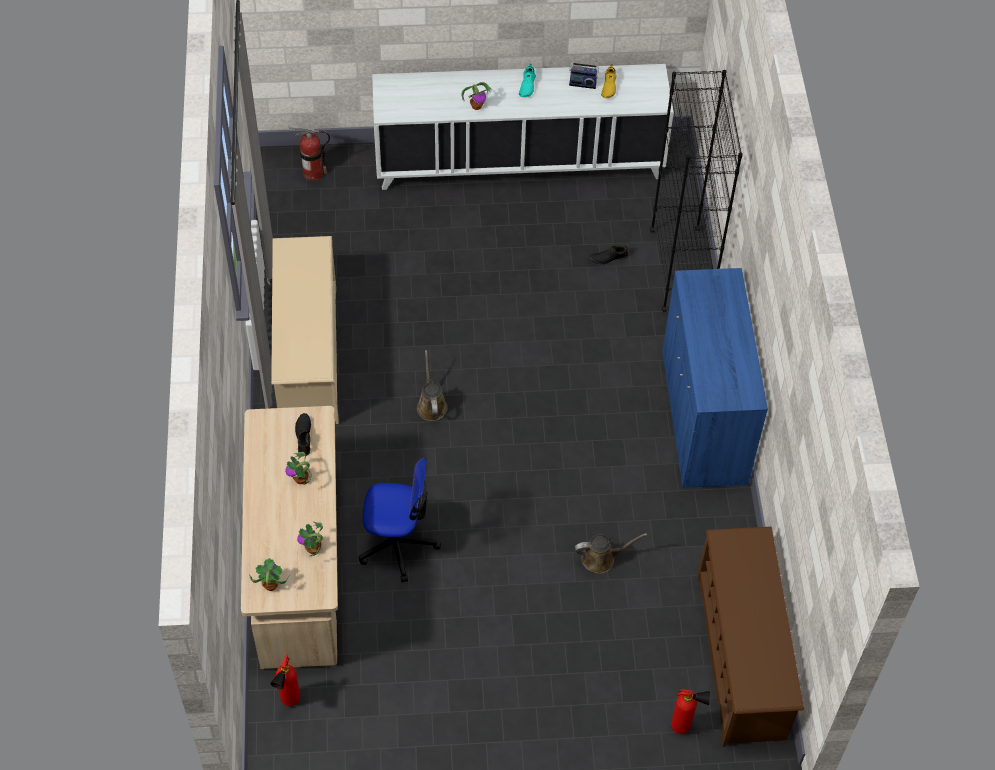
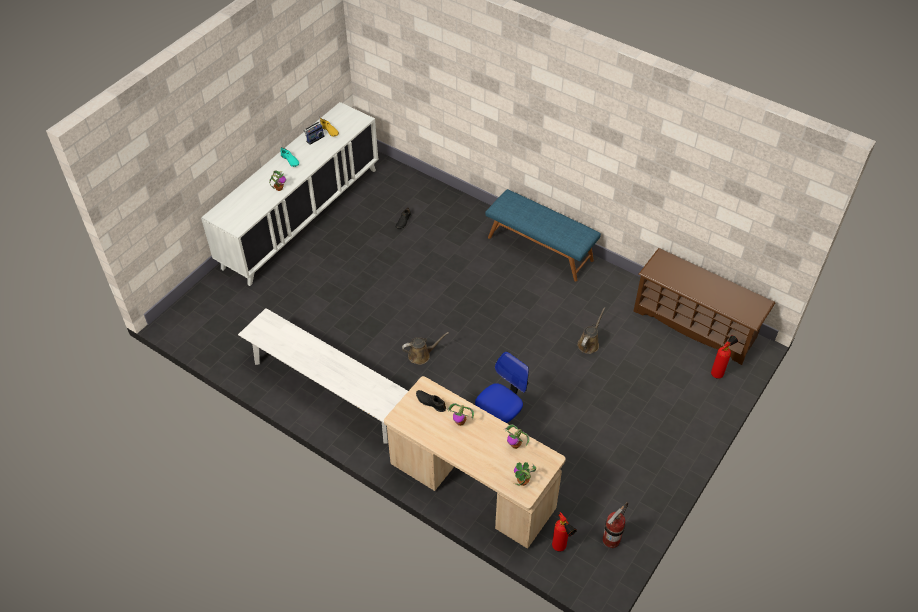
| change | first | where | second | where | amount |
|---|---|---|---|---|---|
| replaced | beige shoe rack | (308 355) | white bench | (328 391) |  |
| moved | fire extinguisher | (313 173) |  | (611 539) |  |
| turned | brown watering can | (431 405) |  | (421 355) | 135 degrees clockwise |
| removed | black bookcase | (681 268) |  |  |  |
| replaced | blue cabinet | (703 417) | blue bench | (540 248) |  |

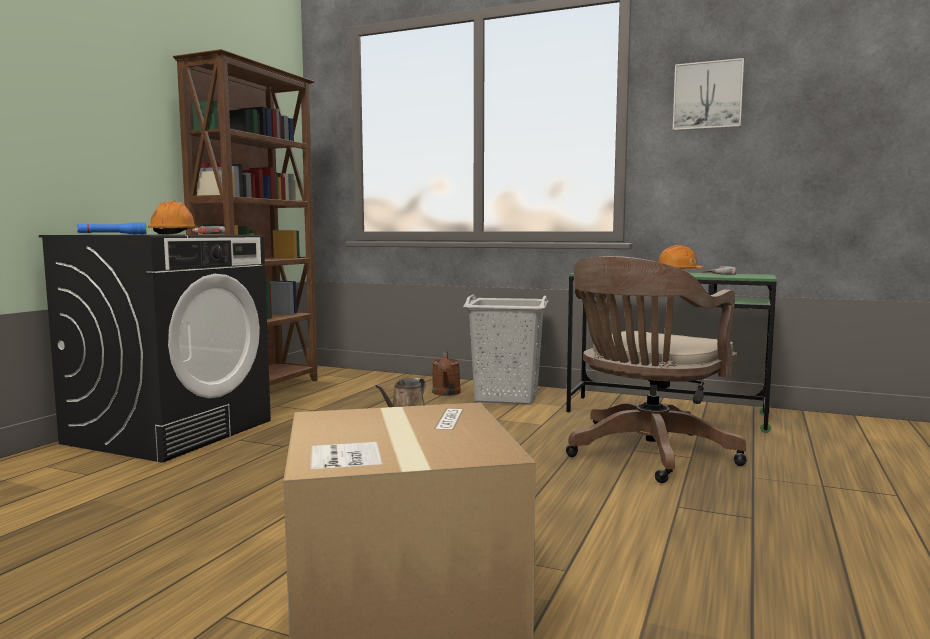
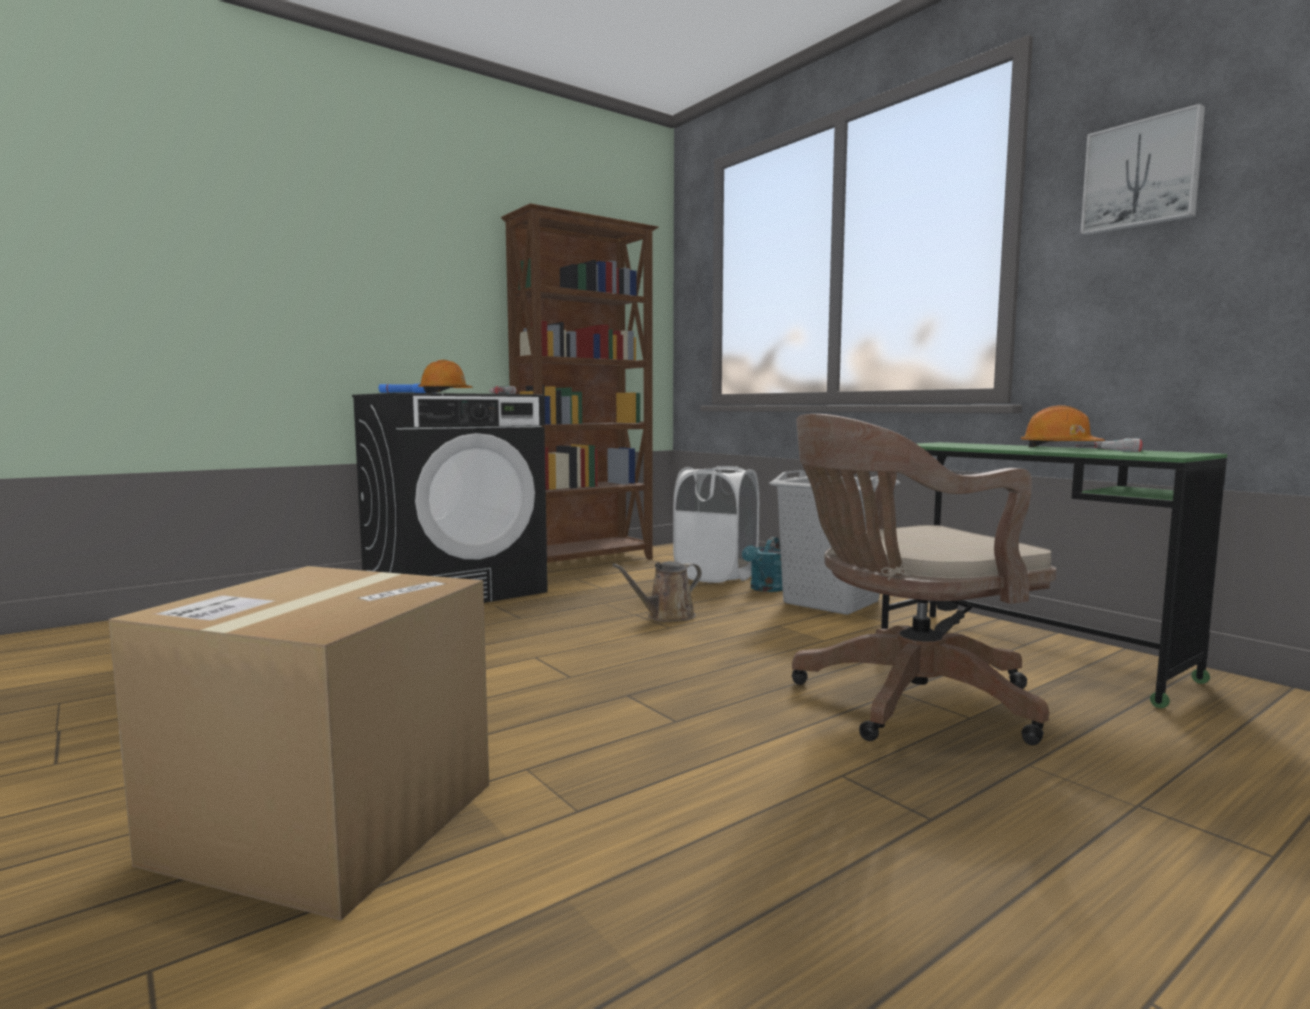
| change | first | where | second | where | amount |
|---|---|---|---|---|---|
| recoloured | brown watering can | (446 393) | turquoise watering can | (765 589) |  |
| added |  |  | white laundry basket | (716 575) |  |

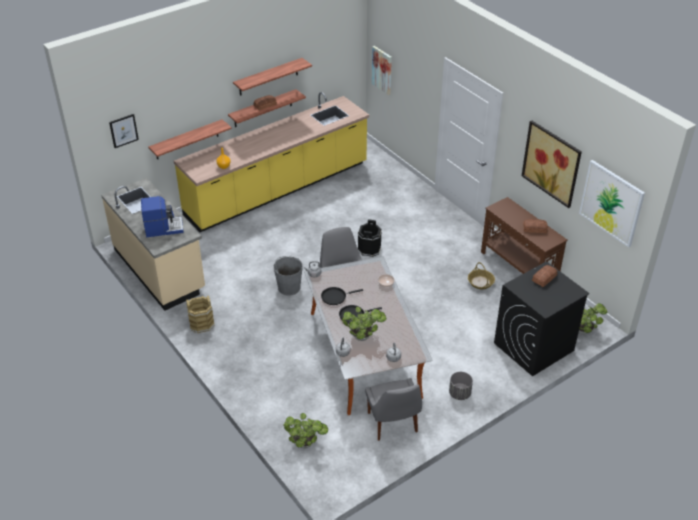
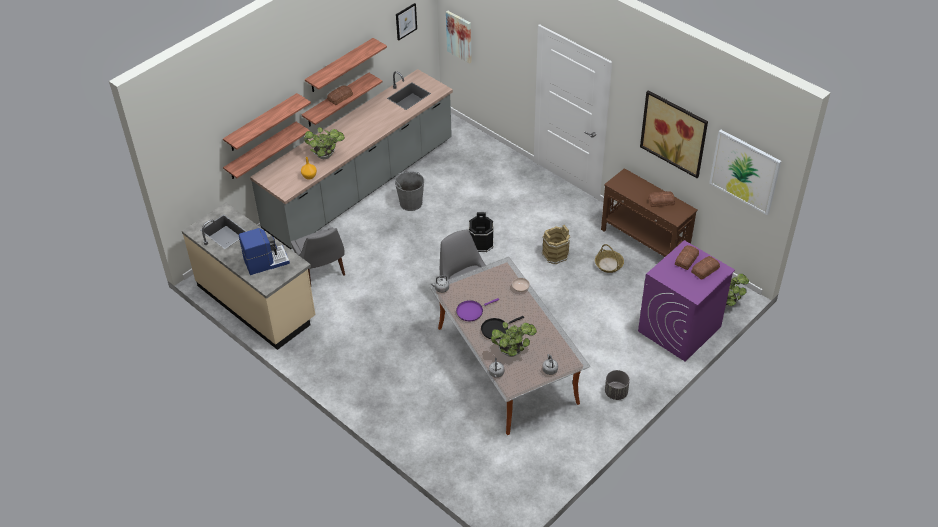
| change | first | where | second | where | amount |
|---|---|---|---|---|---|
| moved | picture | (123 130) |  | (406 21) |  |
| recoloured | yellow counter | (278 189) | grey counter | (361 186) |  |
| moved | brown bucket | (201 324) |  | (555 254) |  |
| moved | grey bucket | (289 287) |  | (410 203) |  |
| moved | potted plant | (306 443) |  | (326 155) |  |
| recoloured | black frying pan | (335 297) | purple frying pan | (471 311) |  |
| moved | grey chair | (393 424) |  | (322 271) |  |
| recoloured | black washing machine | (533 347) | purple washing machine | (679 329) |  |
| added |  |  | shelf | (262 123) |  |
| added |  |  | bread | (704 270) |  |

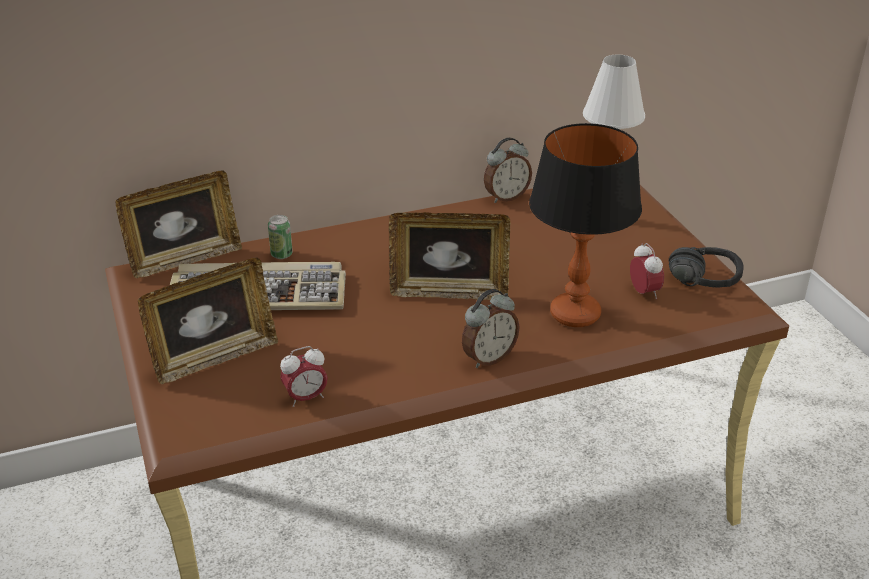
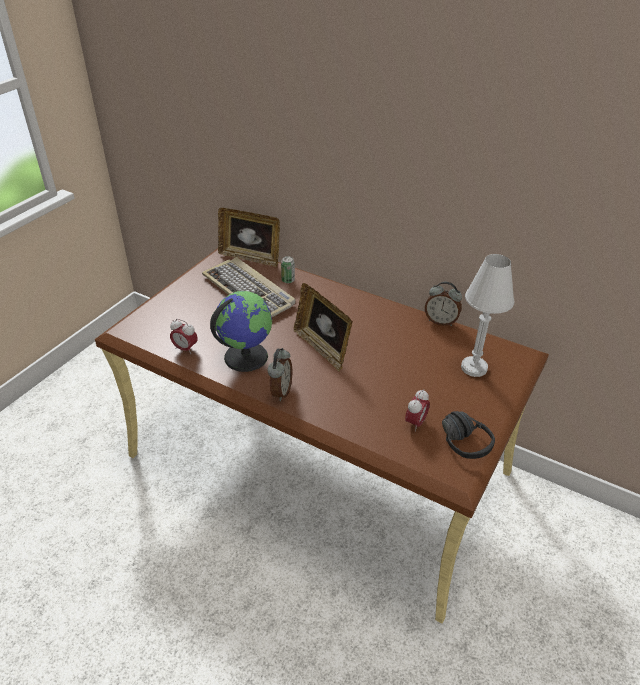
| change | first | where | second | where | amount |
|---|---|---|---|---|---|
| removed | picture frame | (214 357) |  |  |  |
| turned | alarm clock | (488 358) |  | (280 391) | 90 degrees counterclockwise |
| removed | table lamp | (575 314) |  |  |  |
| added |  |  | globe | (245 356) |  |

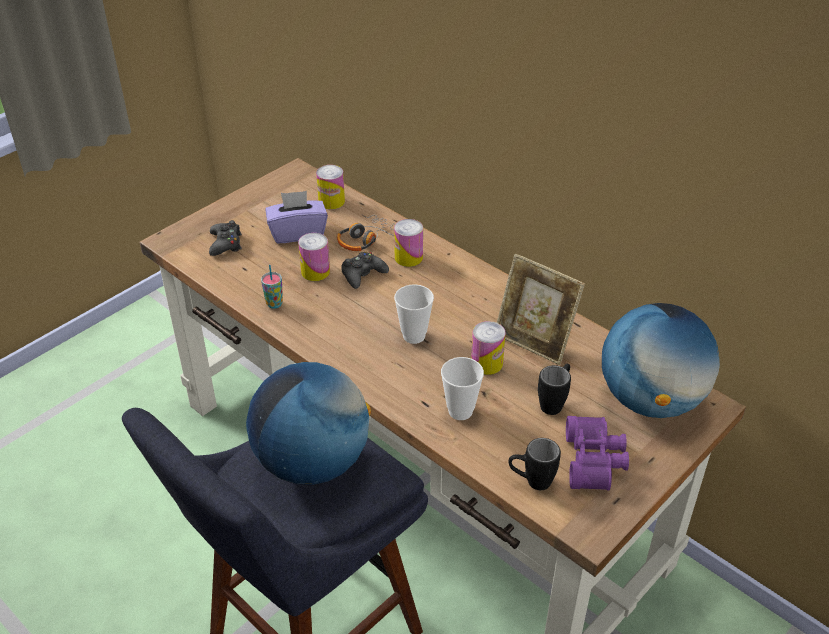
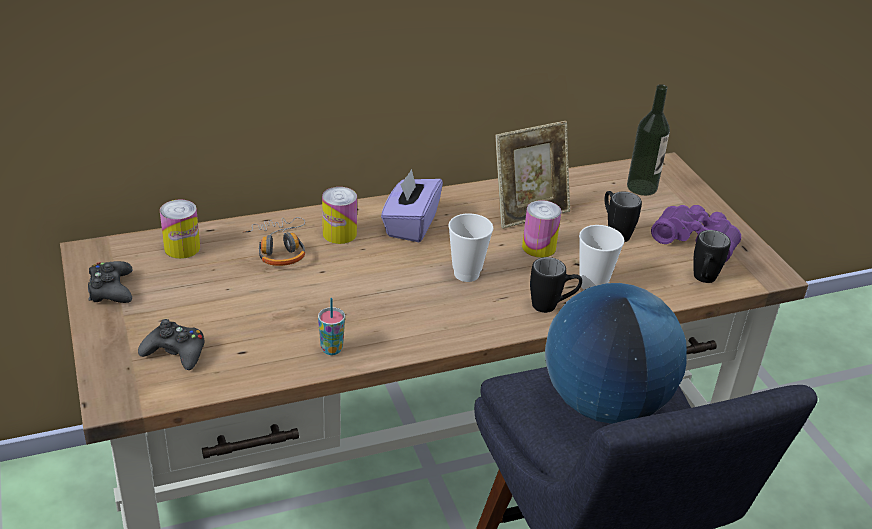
| change | first | where | second | where | amount |
|---|---|---|---|---|---|
| moved | purple tissue box | (297 233) |  | (410 225) |  |
| removed | can | (315 272) |  |  |  |
| moved | black game controller | (362 274) |  | (111 289) |  |
| replaced | globe | (650 400) | bottle | (642 187) |  |
| added |  |  | black mug | (552 306) |  |

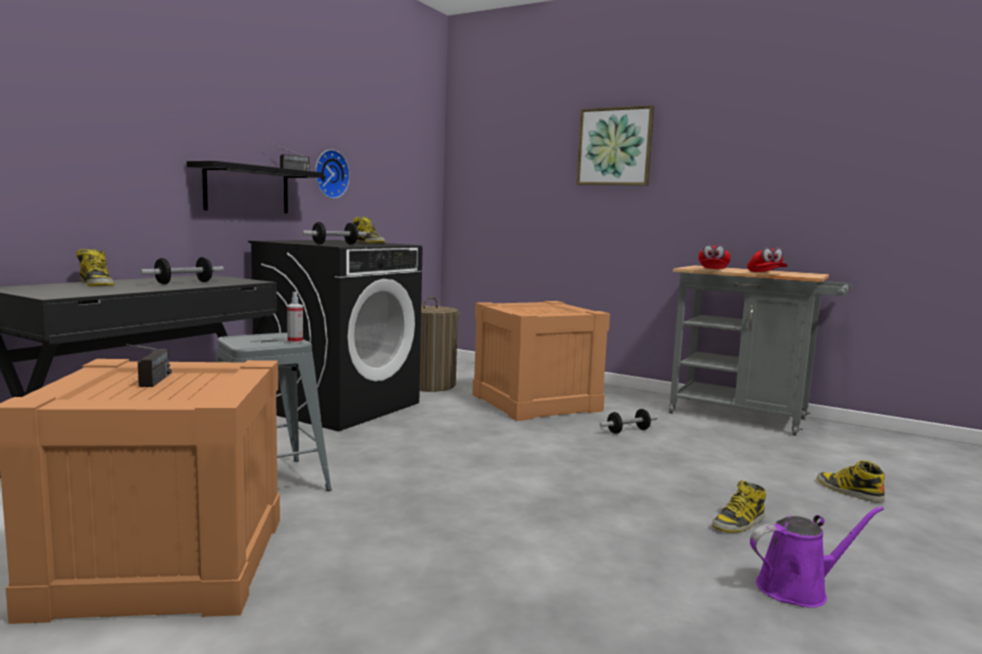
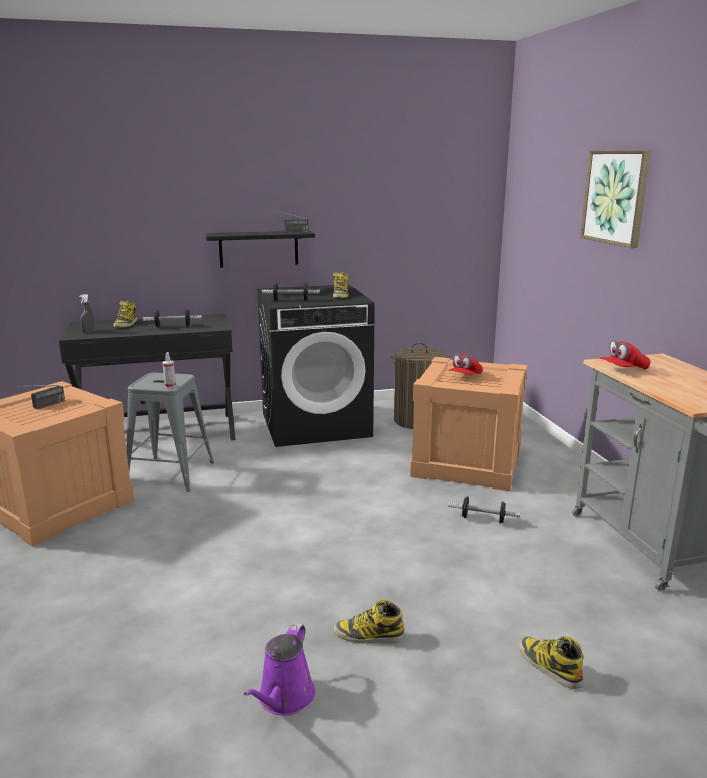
| change | first | where | second | where | amount |
|---|---|---|---|---|---|
| removed | wall clock | (329 174) |  |  |  |
| moved | red cap | (766 273) |  | (465 376) |  |
| turned | purple watering can | (798 588) |  | (284 699) | 75 degrees clockwise |
| turned | boot | (848 491) |  | (549 666) | 45 degrees counterclockwise |
| added |  |  | grey spray bottle | (88 331) |  |

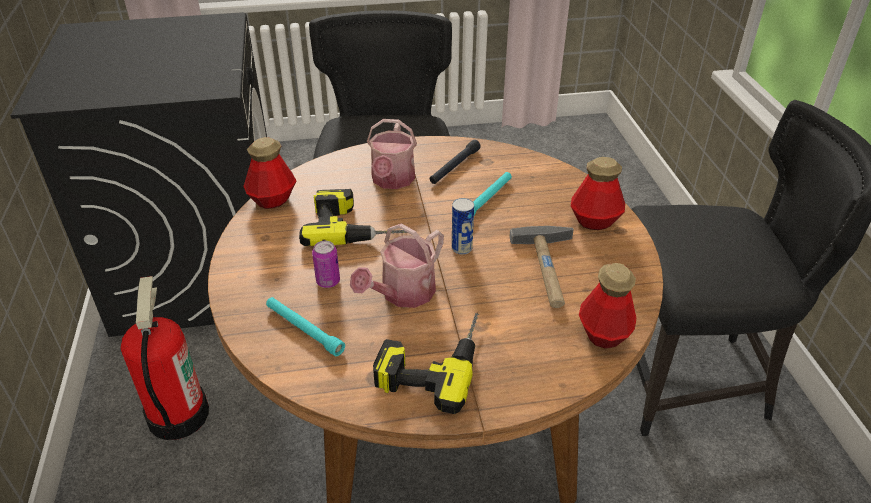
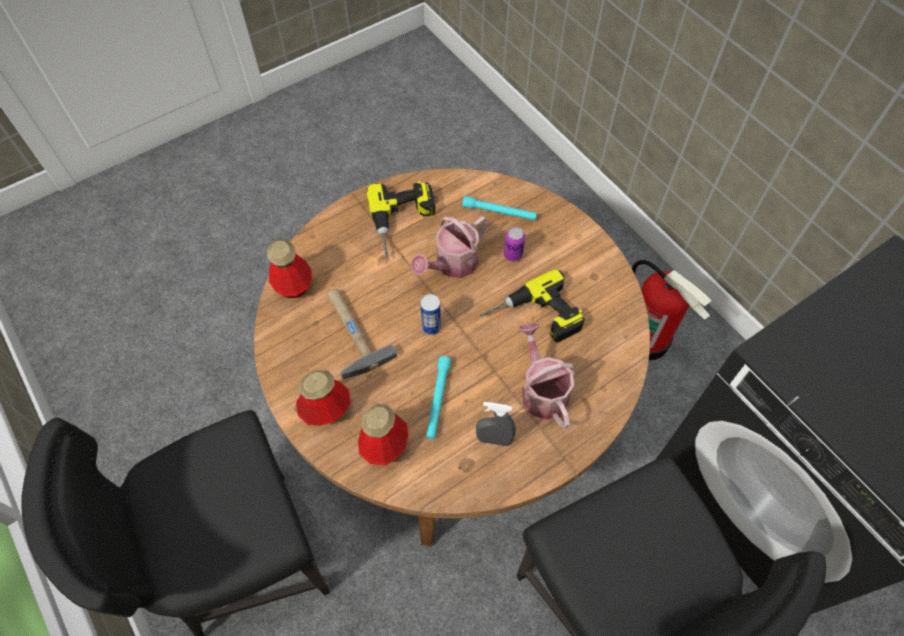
| change | first | where | second | where | amount |
|---|---|---|---|---|---|
| moved | bottle | (272 200) |  | (384 446) |  |
| turned | watering can | (403 294) |  | (452 265) | 150 degrees counterclockwise |
| replaced | black flashlight | (454 167) | grey spray bottle | (494 439) |  |

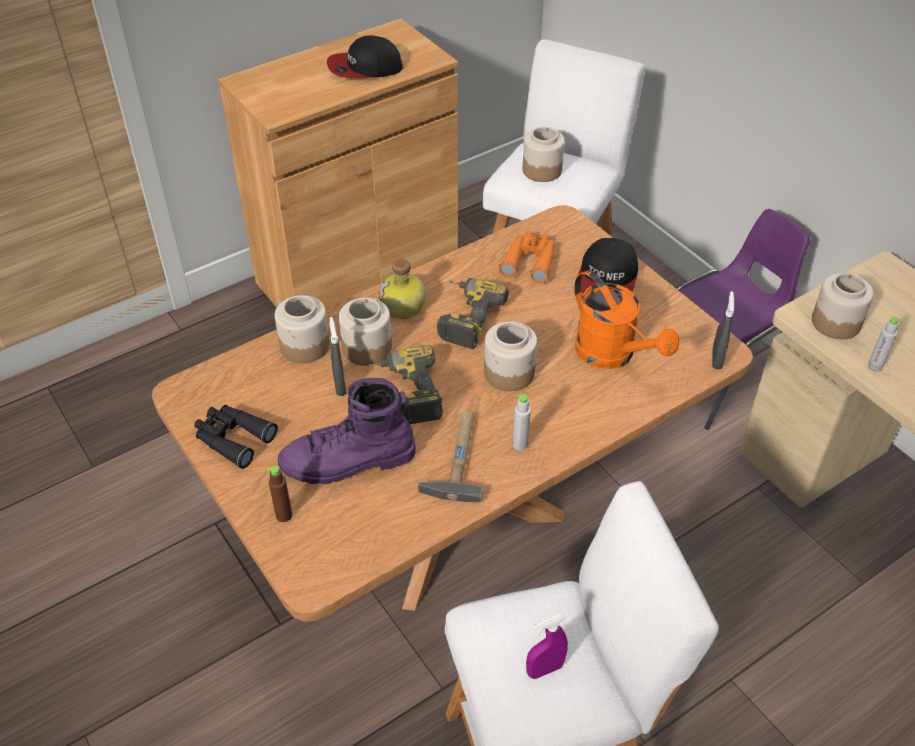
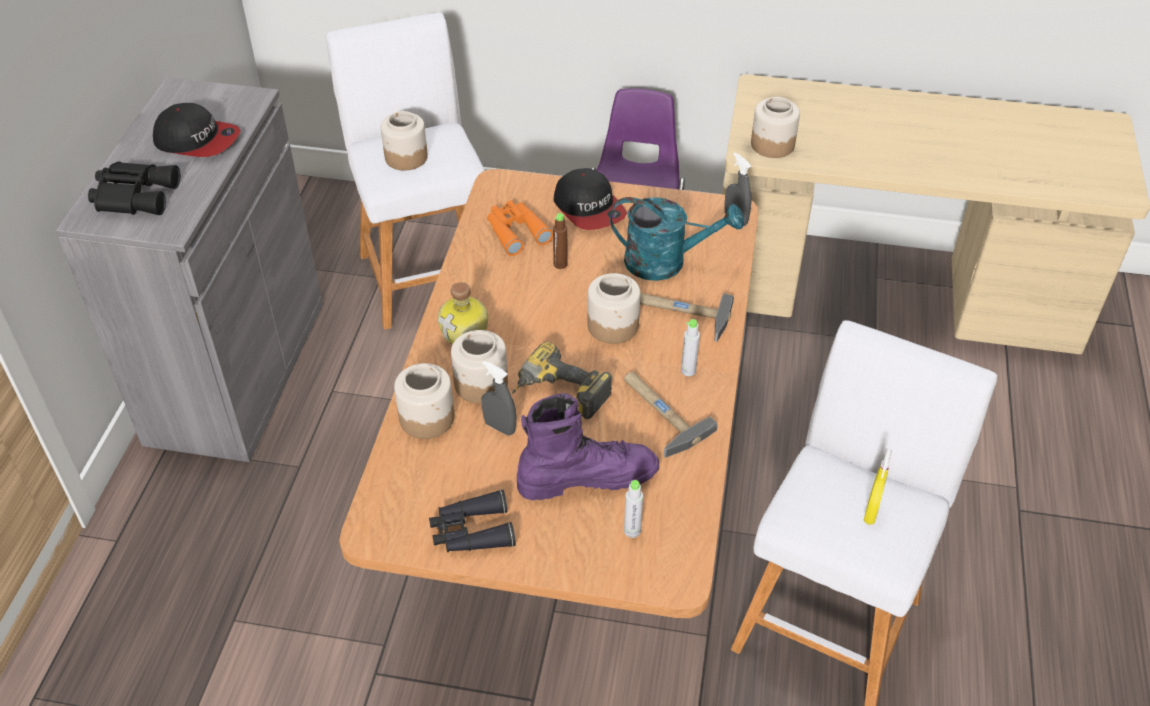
| change | first | where | second | where | amount |
|---|---|---|---|---|---|
| recoloured | brown cabinet | (357 273) | grey cabinet | (237 371) |  |
| moved | brown bottle | (284 515) |  | (560 264) |  |
| turned | purple boot | (348 462) |  | (587 477) | 135 degrees counterclockwise |
| turned | cap | (364 68) |  | (197 140) | 105 degrees counterclockwise |
| removed | power drill | (465 317) |  |  |  |
| recoloured | purple spray bottle | (545 669) | yellow spray bottle | (871 512) |  |
| recoloured | orange watering can | (613 355) | turquoise watering can | (666 262) |  |
| moved | grey bottle | (875 366) |  | (632 531) |  |
| added |  |  | black binoculars | (135 195) |  |
| added |  |  | hammer | (679 313) |  |

